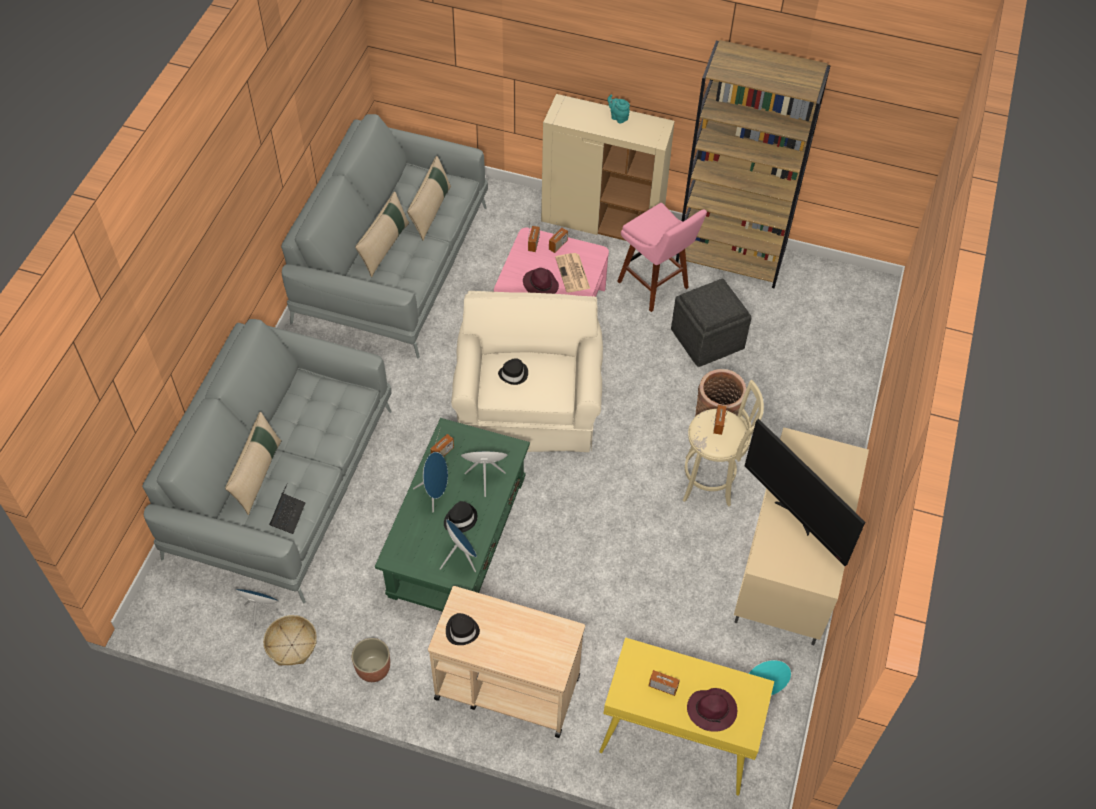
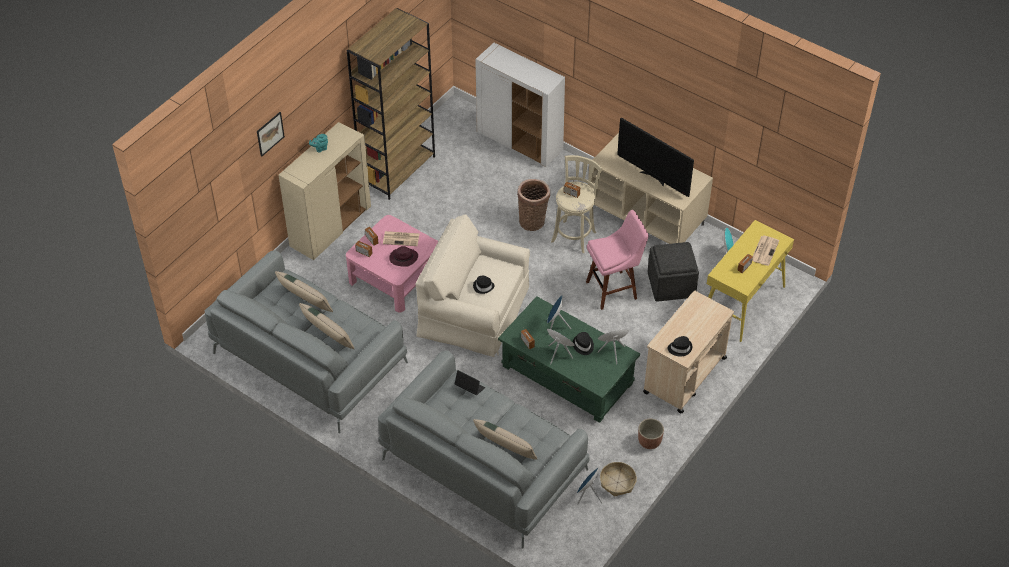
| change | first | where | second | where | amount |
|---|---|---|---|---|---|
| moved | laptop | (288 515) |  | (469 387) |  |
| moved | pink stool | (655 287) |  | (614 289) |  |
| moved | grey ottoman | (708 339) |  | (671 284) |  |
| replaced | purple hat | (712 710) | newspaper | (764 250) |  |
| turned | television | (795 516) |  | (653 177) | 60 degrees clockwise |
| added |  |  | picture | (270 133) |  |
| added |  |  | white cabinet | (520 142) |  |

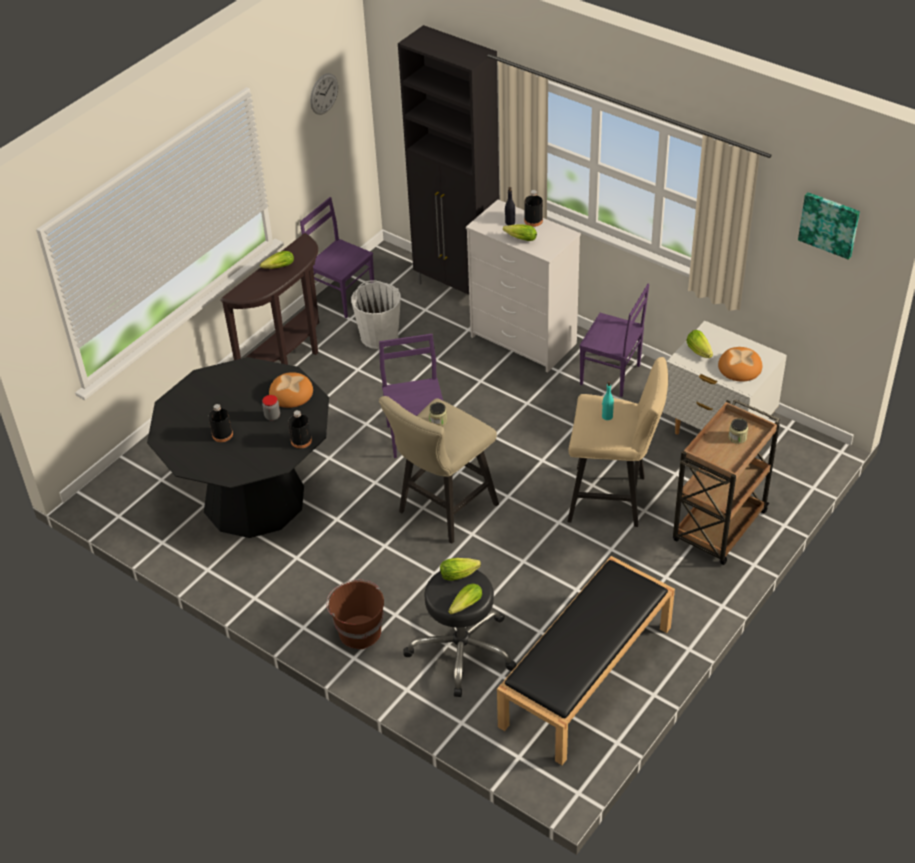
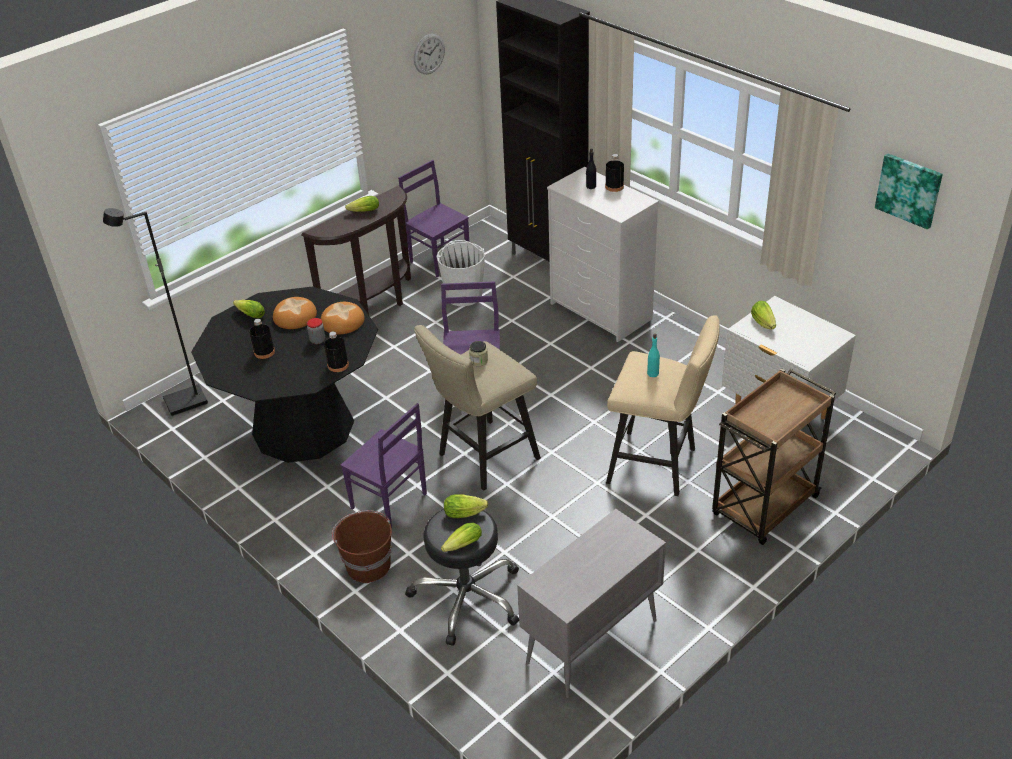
| change | first | where | second | where | amount |
|---|---|---|---|---|---|
| replaced | black bench | (586 677) | grey cabinet | (591 643) |  |
| moved | lettuce | (519 238) |  | (249 314) |  |
| moved | purple chair | (611 376) |  | (389 502) |  |
| moved | bread | (739 367) |  | (295 316) |  |
| removed | jar | (737 437) |  |  |  |
| added |  |  | black floor lamp | (185 403) |  |

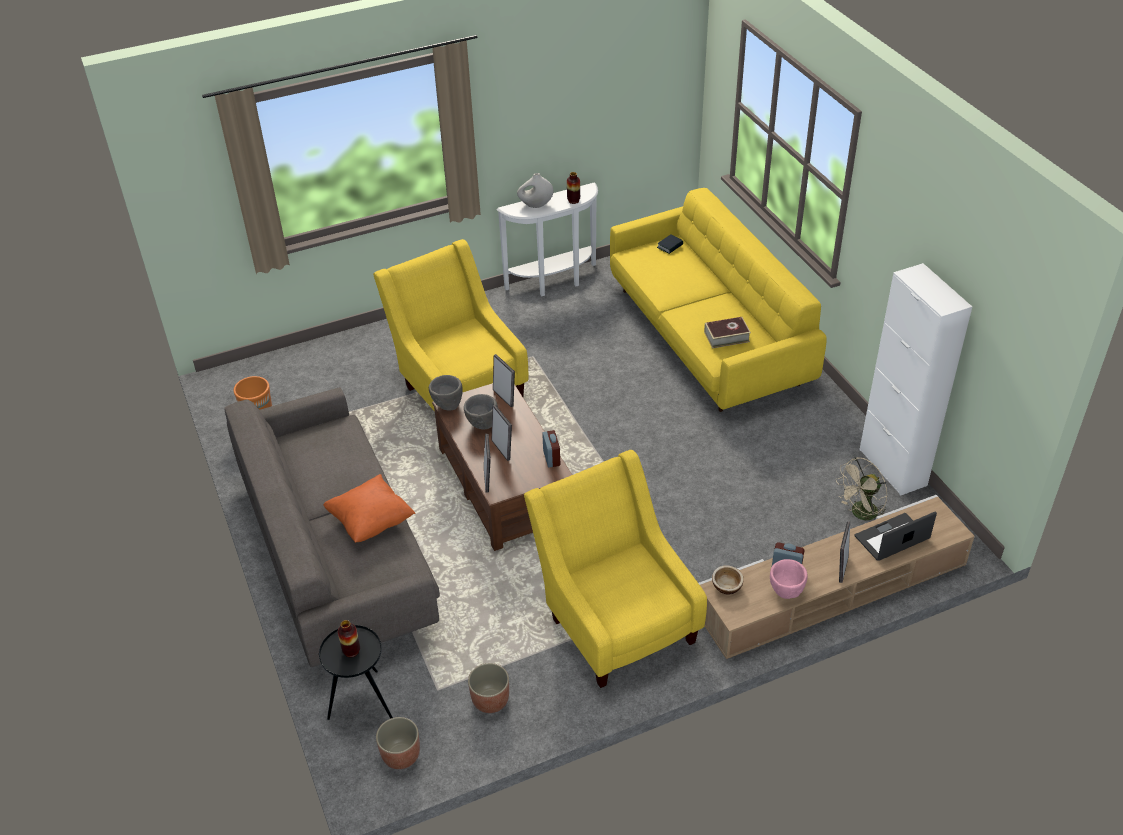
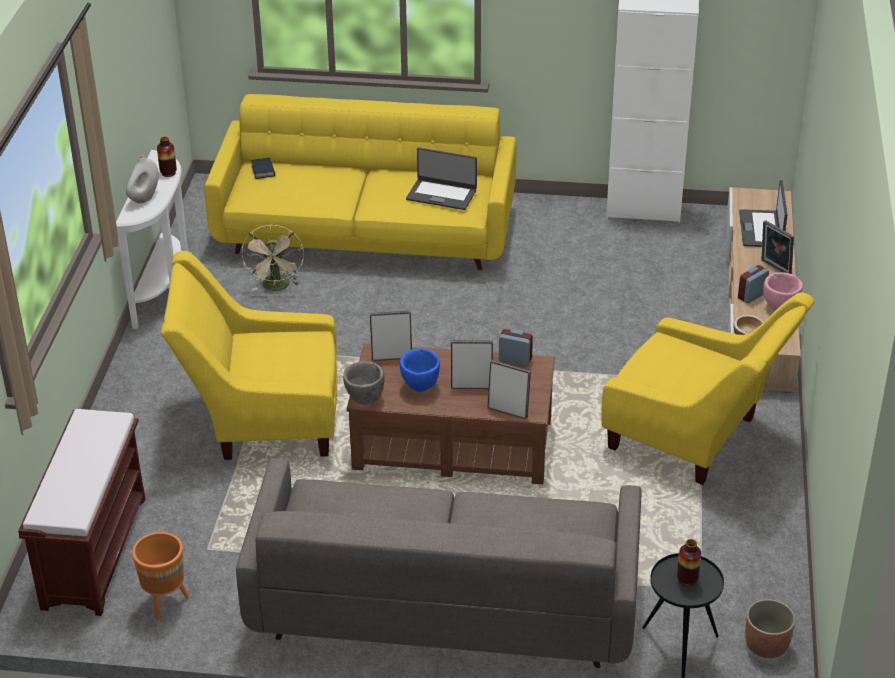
| change | first | where | second | where | amount |
|---|---|---|---|---|---|
| removed | orange pillow | (371 522) |  |  |  |
| recoloured | grey bowl | (482 425) | blue bowl | (420 387) |  |
| removed | planter | (490 700) |  |  |  |
| turned | yellow armchair | (615 619) |  | (697 440) | 150 degrees counterclockwise |
| replaced | book | (726 337) | laptop | (441 194) |  |
| moved | beige fan | (860 514) |  | (277 287) |  |
| added |  |  | brown bench | (94 551) |  |

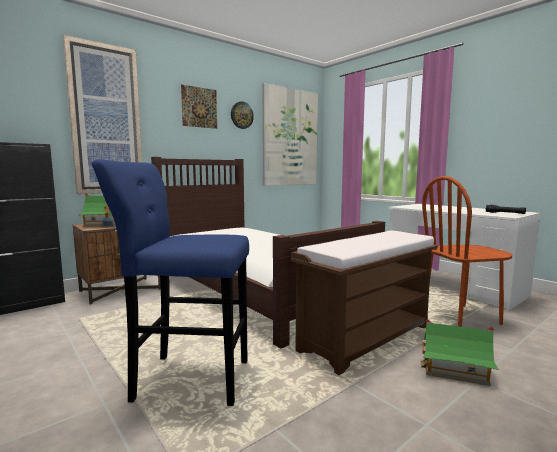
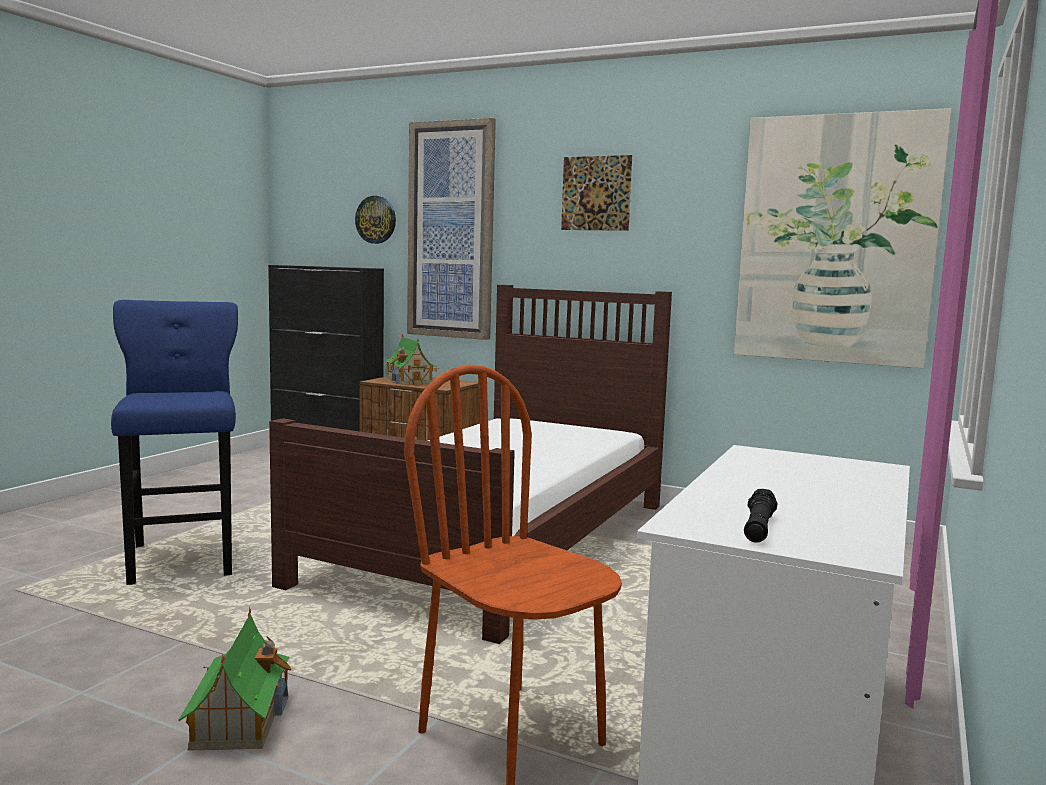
| change | first | where | second | where | amount |
|---|---|---|---|---|---|
| moved | wall clock | (241 115) |  | (376 219) |  |
| removed | brown bench | (366 338) |  |  |  |

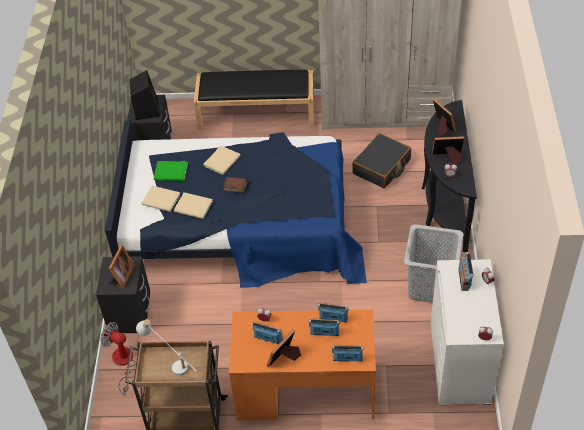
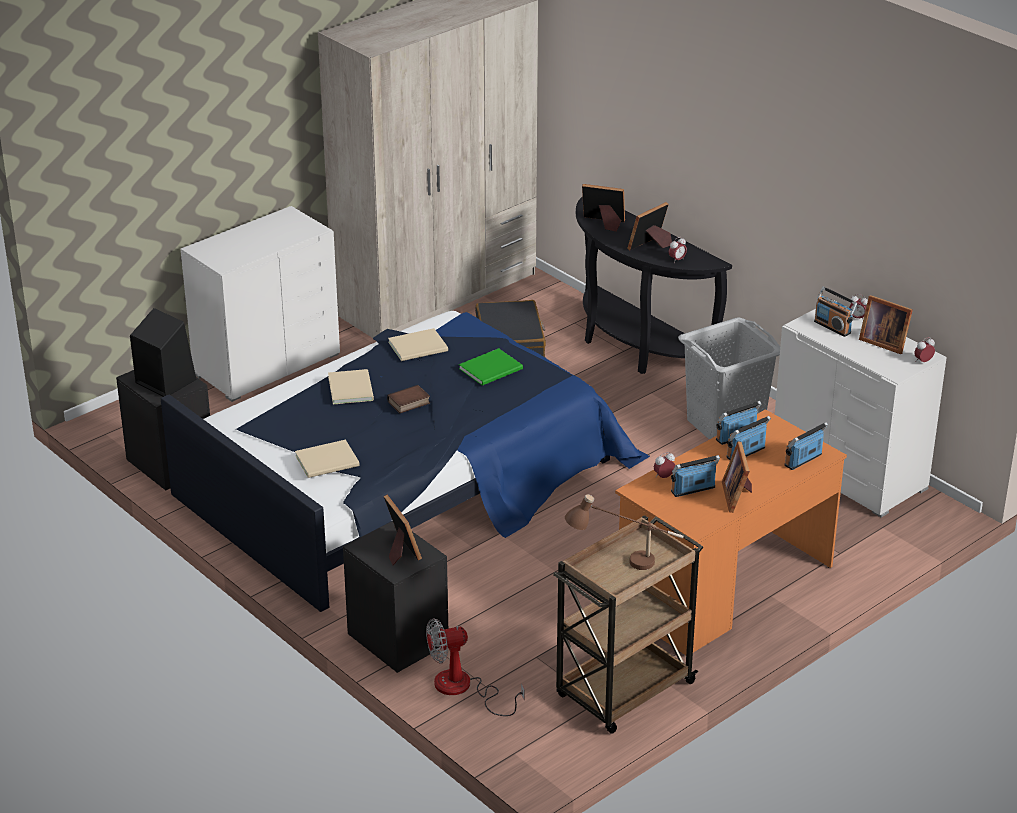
| change | first | where | second | where | amount |
|---|---|---|---|---|---|
| recoloured | white table lamp | (171 362) | brown table lamp | (623 563) |  |
| moved | green book | (172 172) |  | (493 369) |  |
| moved | beige book | (194 207) |  | (420 347) |  |
| replaced | black bench | (257 113) | white dresser | (266 364) |  |
| added |  |  | picture frame | (883 342) |  |

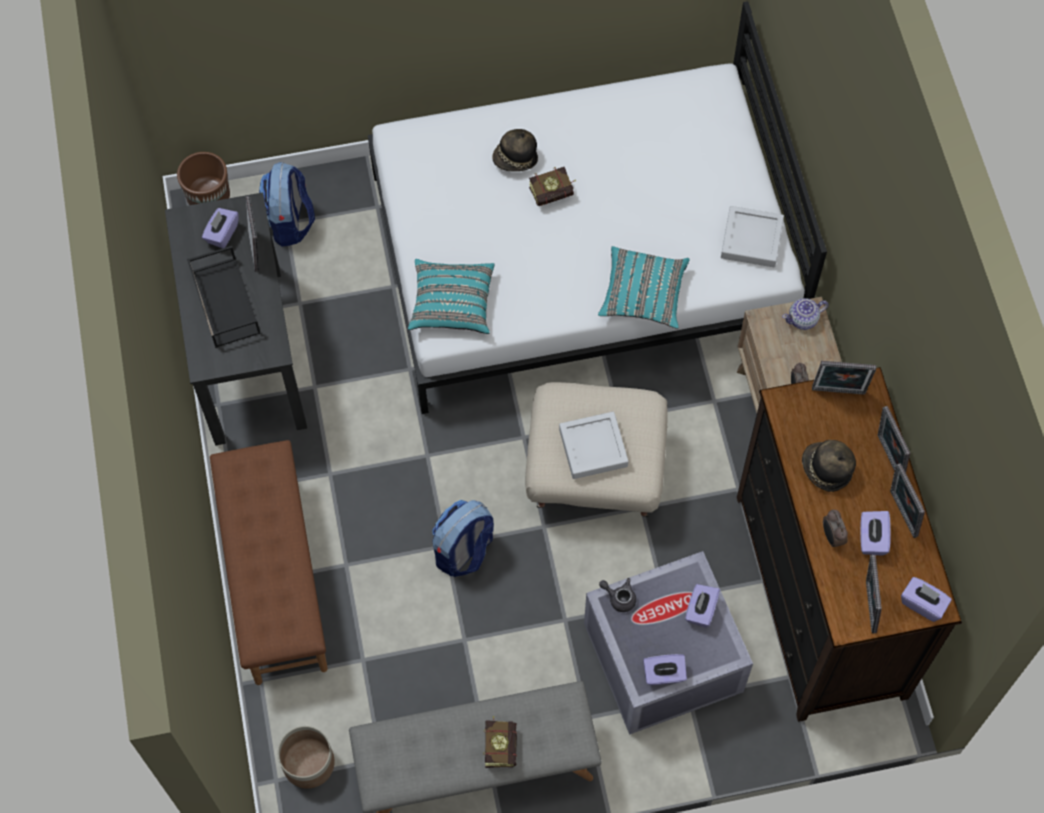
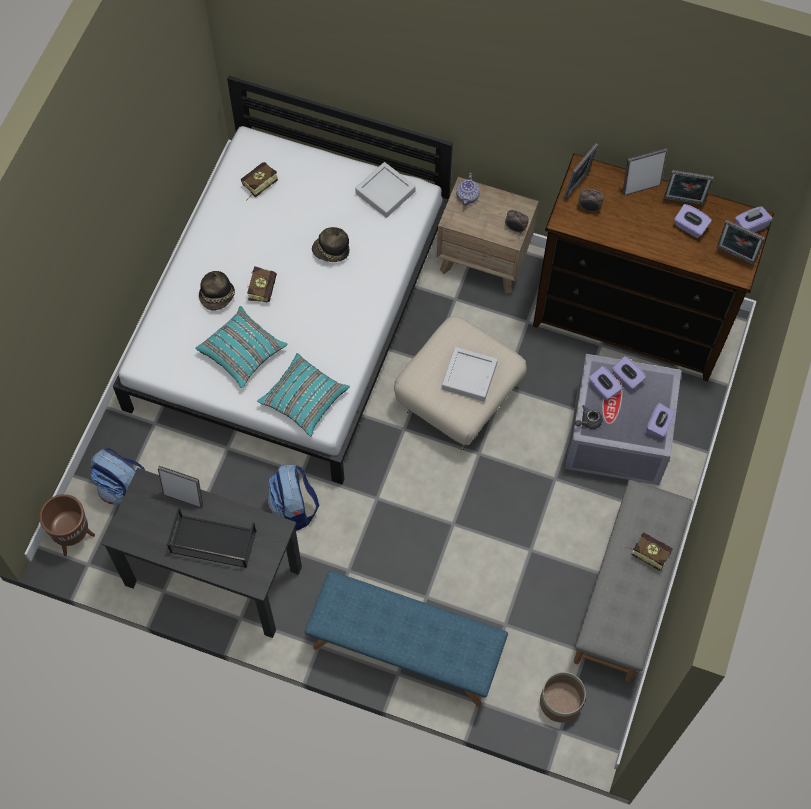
| change | first | where | second | where | amount |
|---|---|---|---|---|---|
| moved | purple tissue box | (222 234) |  | (603 388) |  |
| recoloured | brown bench | (274 577) | blue bench | (405 651) |  |
| moved | backpack | (464 551) |  | (294 508) |  |
| moved | turquoise pillow | (643 295) |  | (242 352) |  |
| moved | hat | (826 469) |  | (331 251) |  |
| moved | alarm clock | (831 537) |  | (589 209) |  |
| turned | picture frame | (887 458) |  | (640 187) | 150 degrees clockwise |
| added |  |  | book | (257 186) |  |

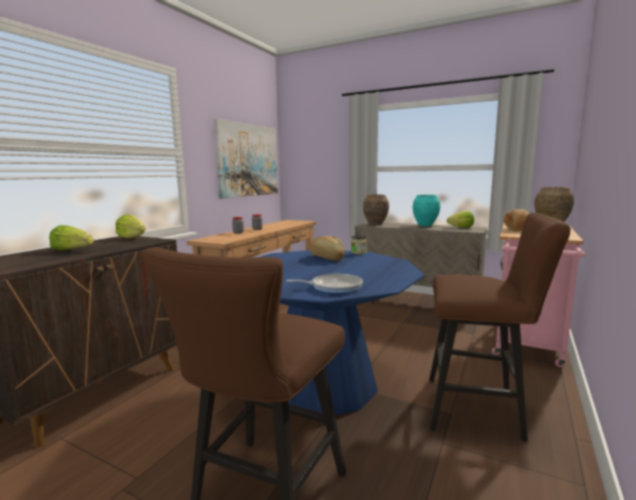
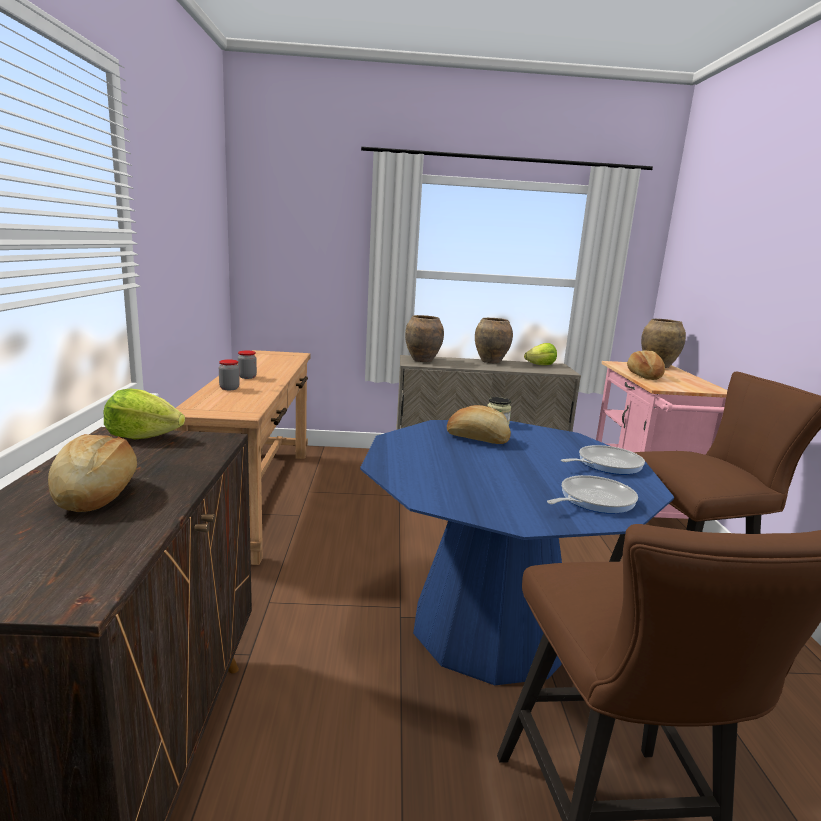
| change | first | where | second | where | amount |
|---|---|---|---|---|---|
| replaced | lettuce | (72 250) | bread | (95 493) |  |
| removed | picture | (248 160) |  |  |  |
| recoloured | turquoise vase | (425 225) | brown vase | (490 361) |  |
| added |  |  | frying pan | (606 464) |  |

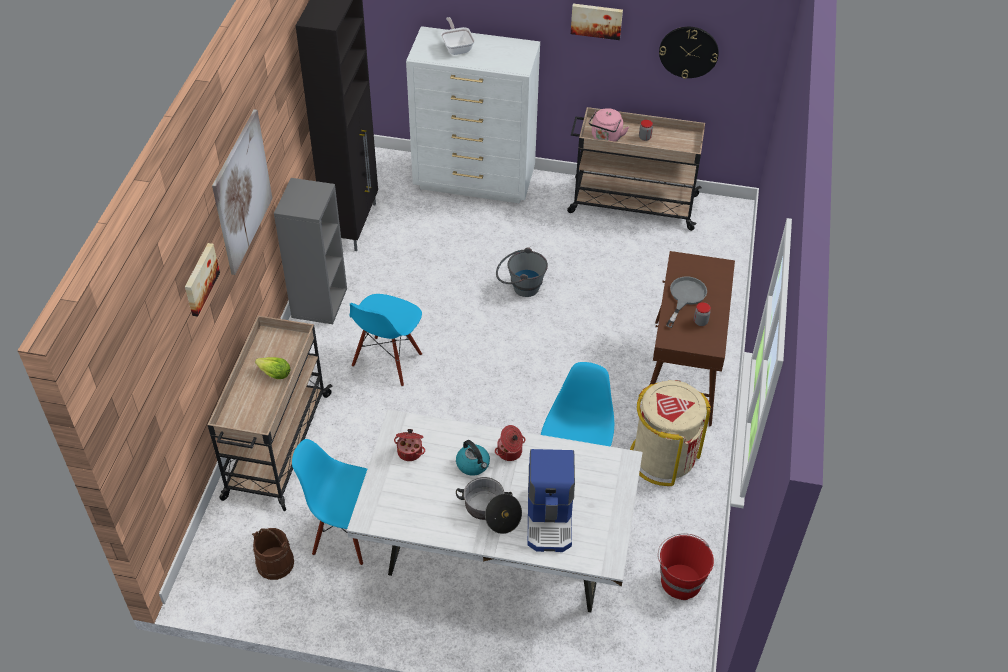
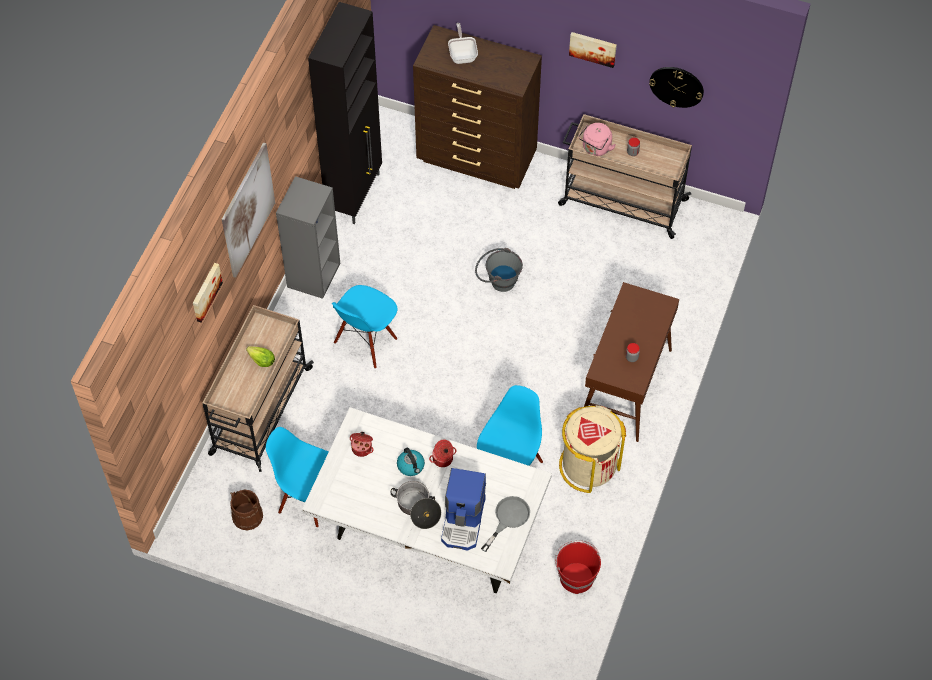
| change | first | where | second | where | amount |
|---|---|---|---|---|---|
| recoloured | white dresser | (475 181) | brown dresser | (477 159) |  |
| moved | grey frying pan | (685 297) |  | (508 518) |  |

